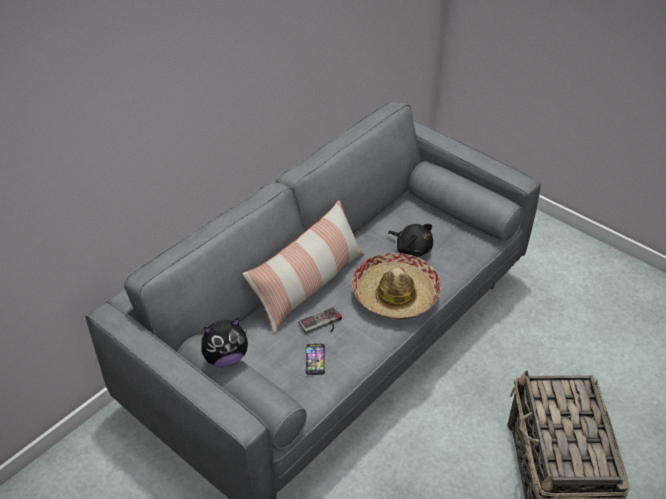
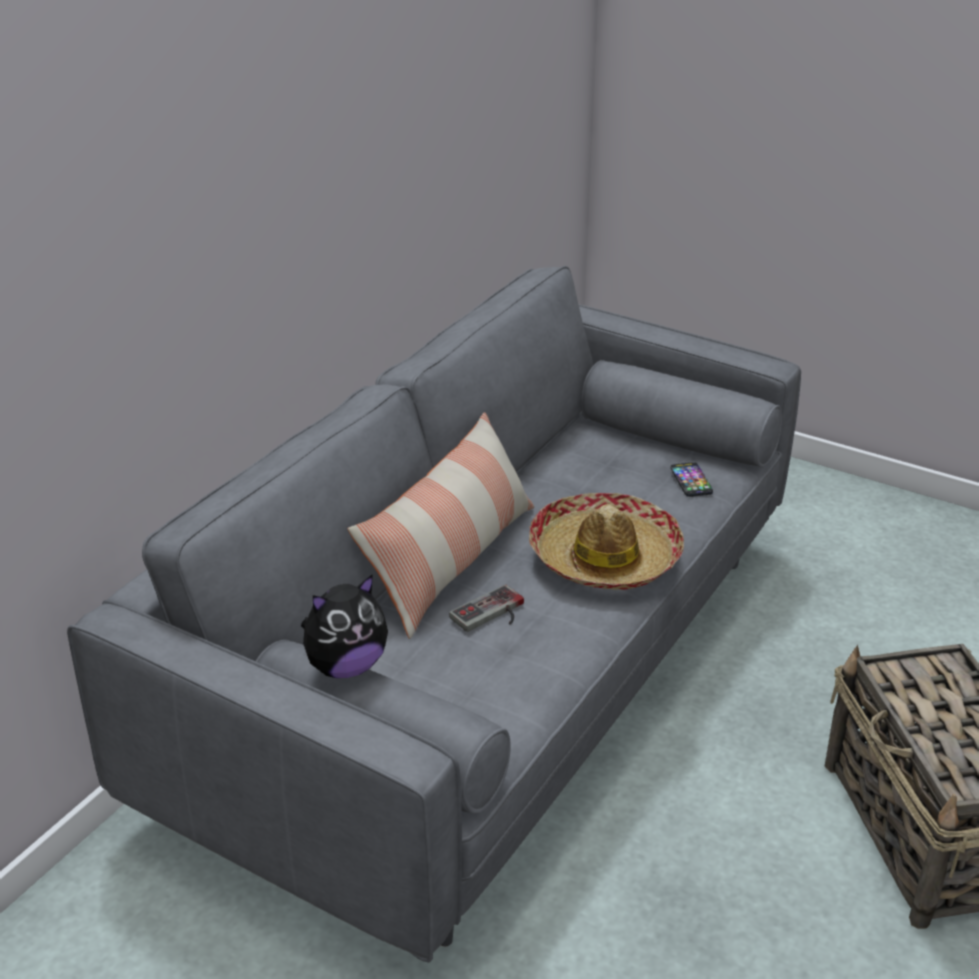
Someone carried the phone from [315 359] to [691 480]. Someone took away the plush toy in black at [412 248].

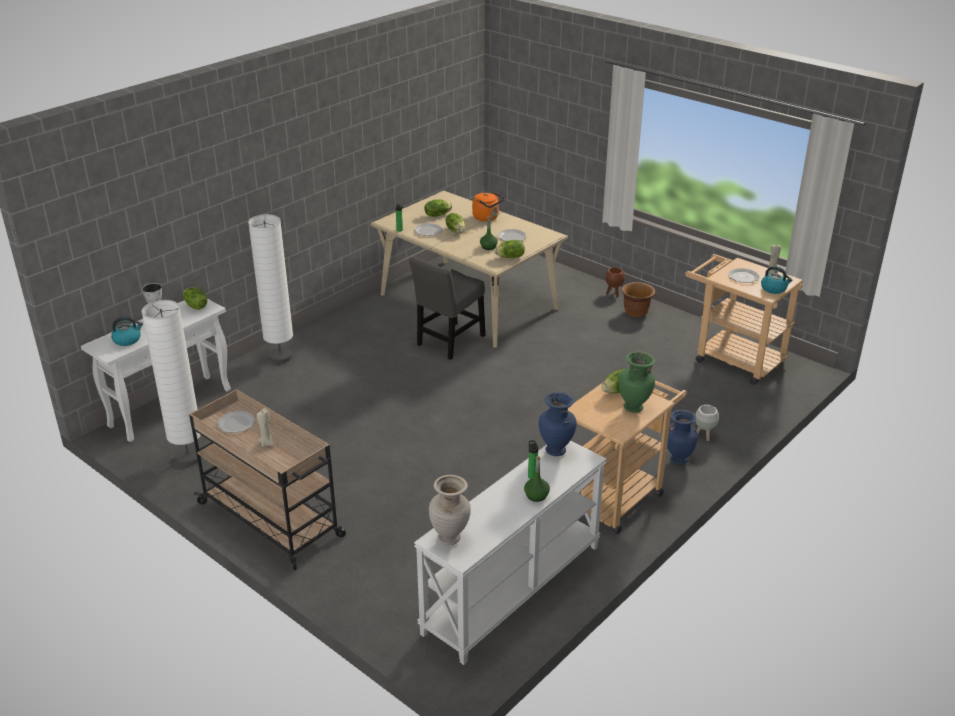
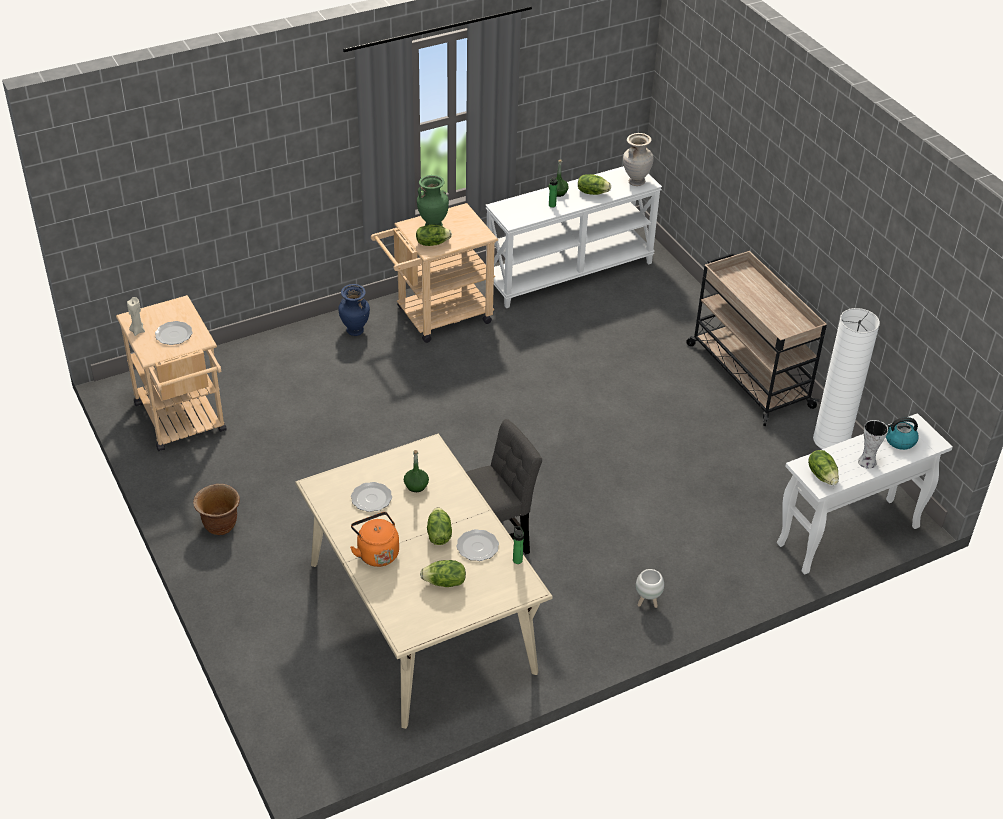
Someone took away the plate at [236 423]. Someone took away the floor lamp in white at [280 357]. Someone took away the candle in beige at [267 443]. Someone carried the lettuce from [510 257] to [592 192]. Someone took away the vase in blue at [556 450]. Someone took away the planter in brown at [613 293]. Someone carried the planter in white from [704 436] to [647 602]. Someone took away the kettle at [774 289].

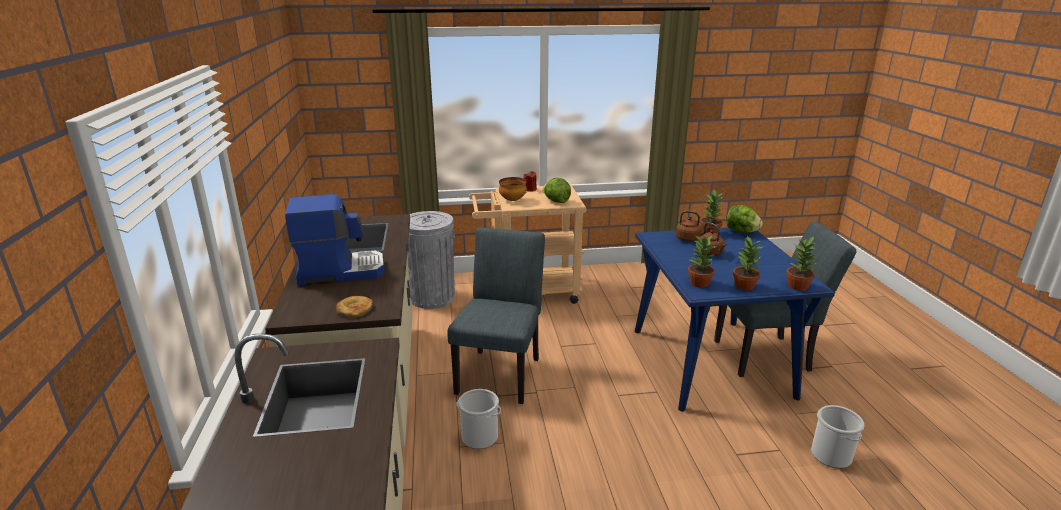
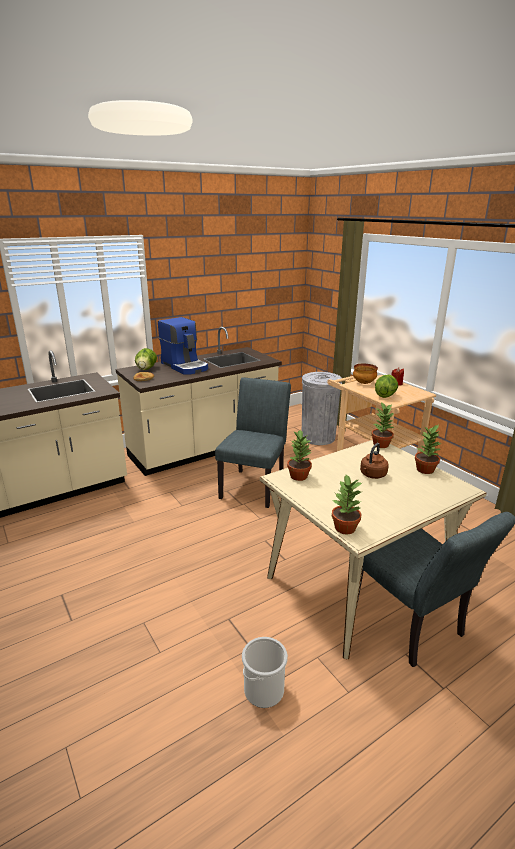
Someone rotated the chair in grey at [501 371] by 60 degrees counterclockwise. Someone took away the bucket at [480 437]. Someone repainted the dining table in blue at [709 362], which became the dining table in beige at [358 584]. Someone took away the kettle in brown at [689 239]. Someone carried the lettuce from [741 232] to [146 369]. Someone carried the potted plant from [744 286] to [381 444].

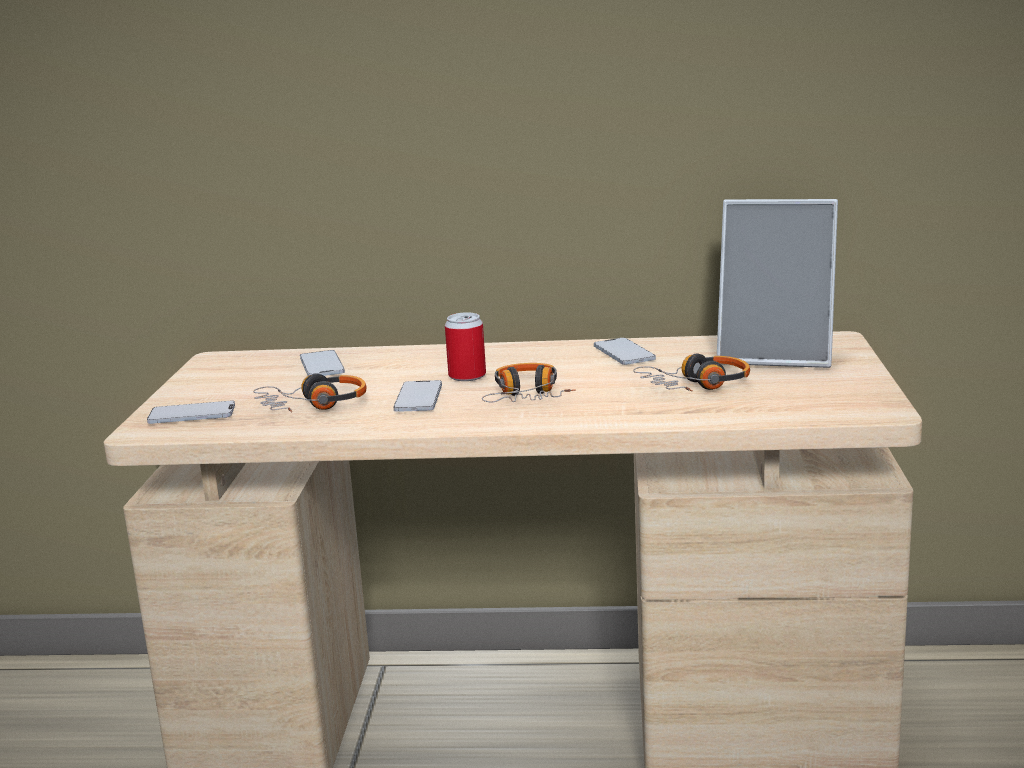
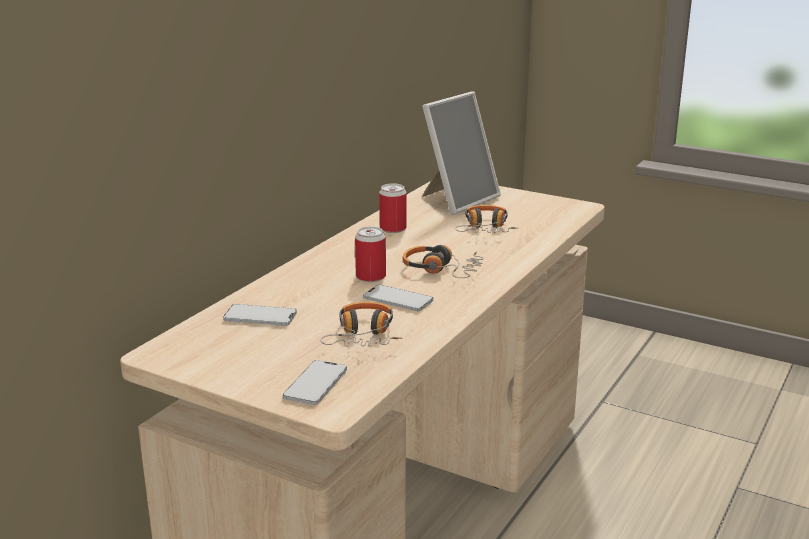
Someone swapped the phone at [624 353] for the can at [393 229].

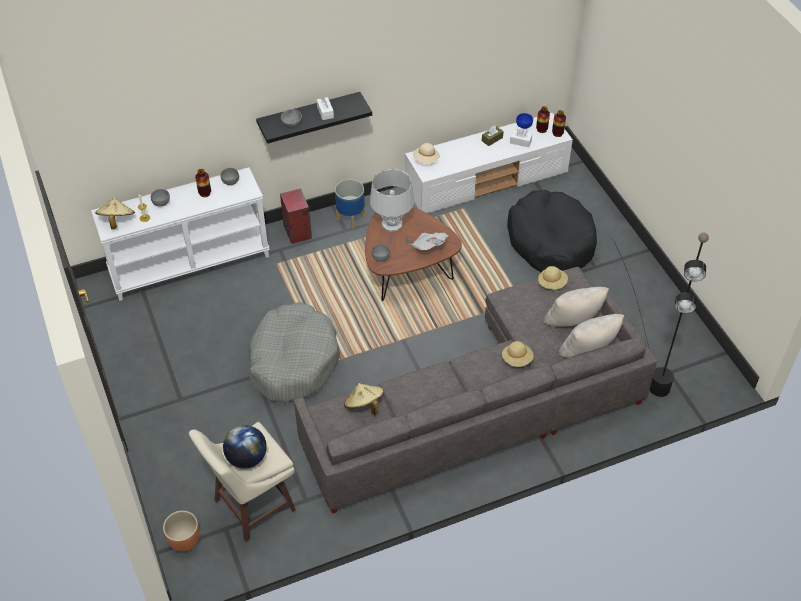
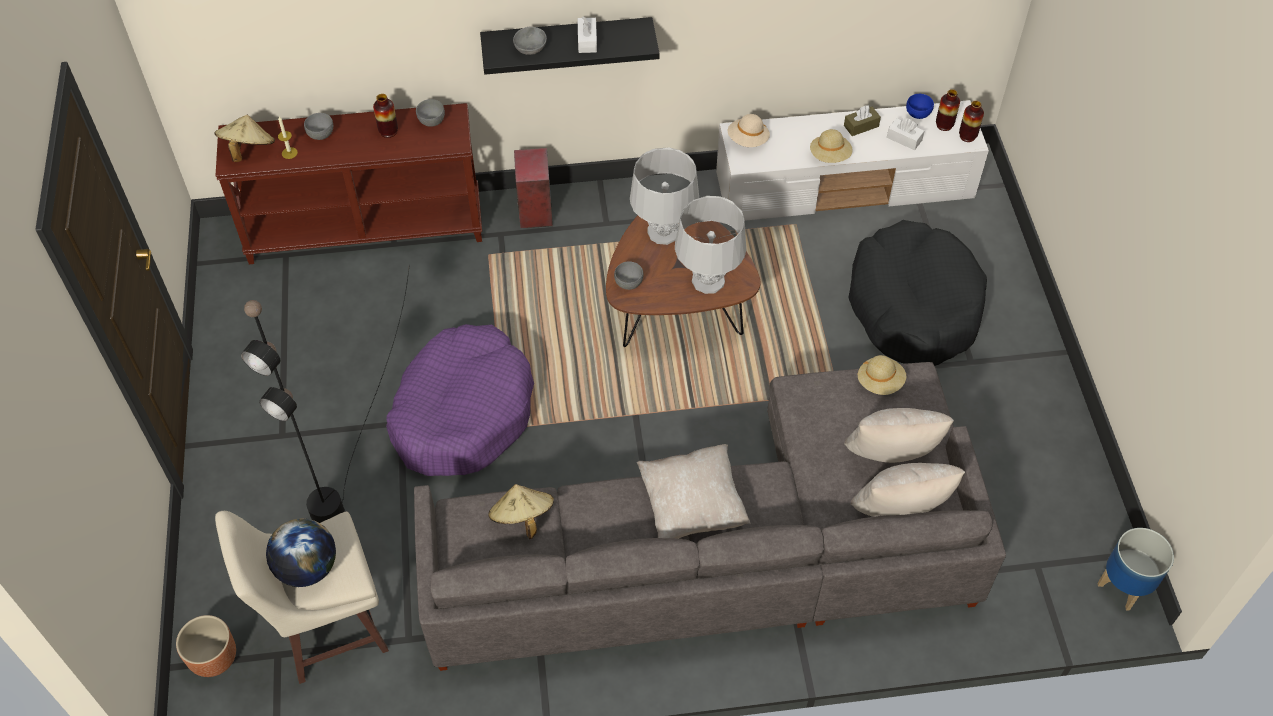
Someone repainted the console table in white at [190 263], which became the console table in brown at [366 228]. Someone repainted the dog bed in grey at [293 361], which became the dog bed in purple at [462 412]. Someone carried the planter from [351 218] to [1125 586]. Someone swapped the newspaper at [429 247] for the table lamp in grey at [708 280]. Someone carried the hat in beige from [517 359] to [830 156]. Someone carried the floor lamp in black from [646 342] to [356 441]. Someone put down the pillow in beige at [692 506].

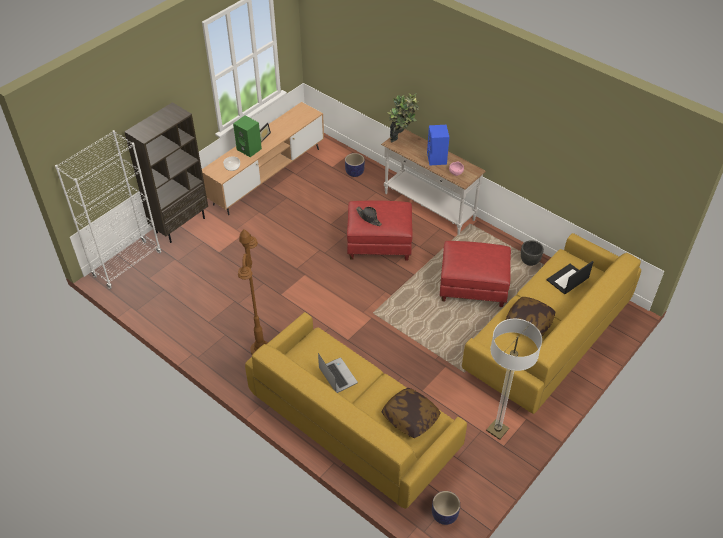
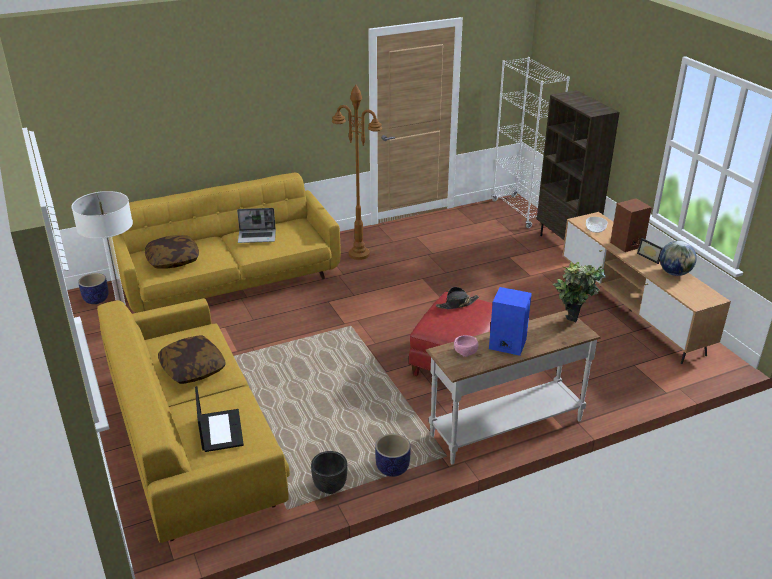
Someone repainted the speaker in green at [250 149], which became the speaker in brown at [626 245]. Someone carried the planter from [354 172] to [393 468]. Someone took away the ottoman in red at [472 287]. Someone put down the globe at [674 273].

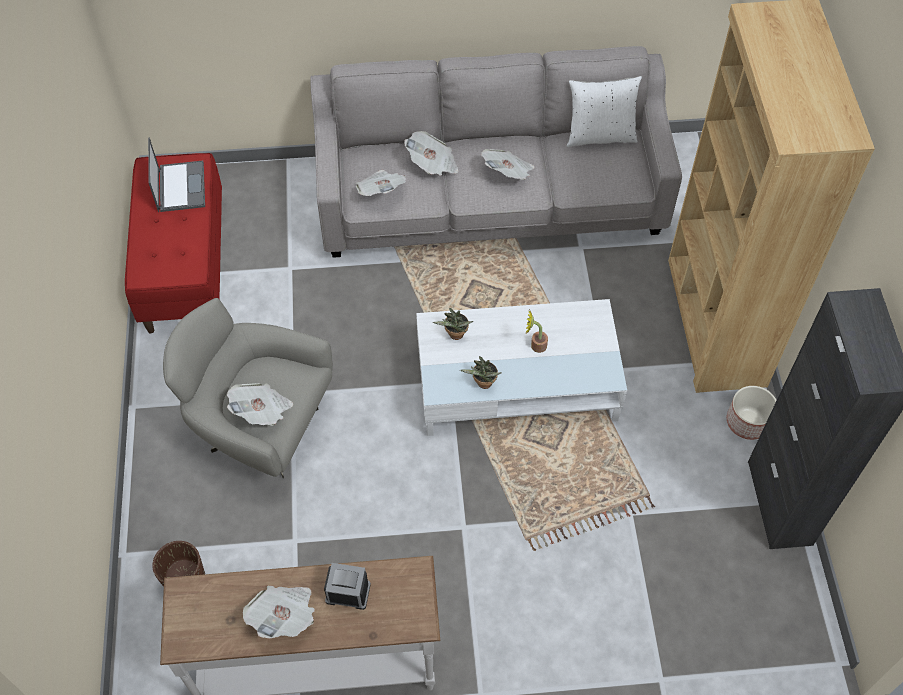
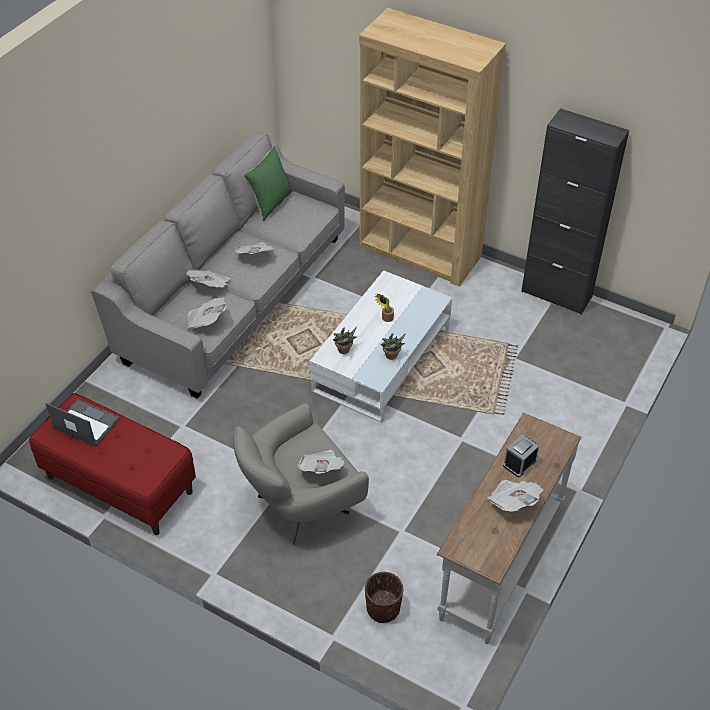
Someone repainted the pillow in white at [600 136], which became the pillow in green at [270 203]. Someone took away the planter at [748 421].

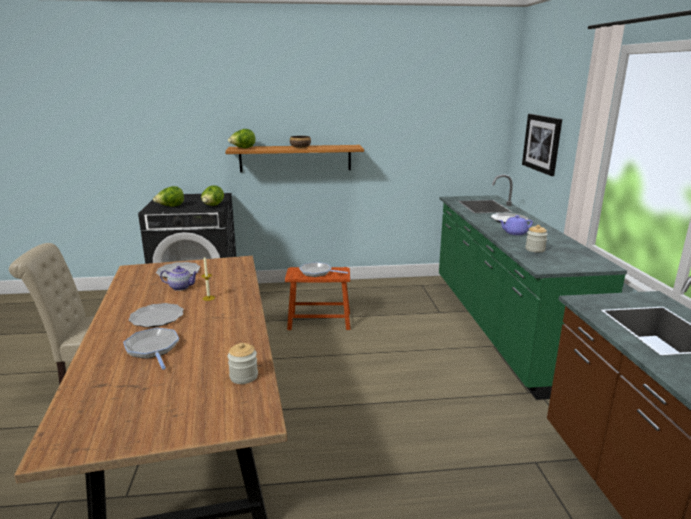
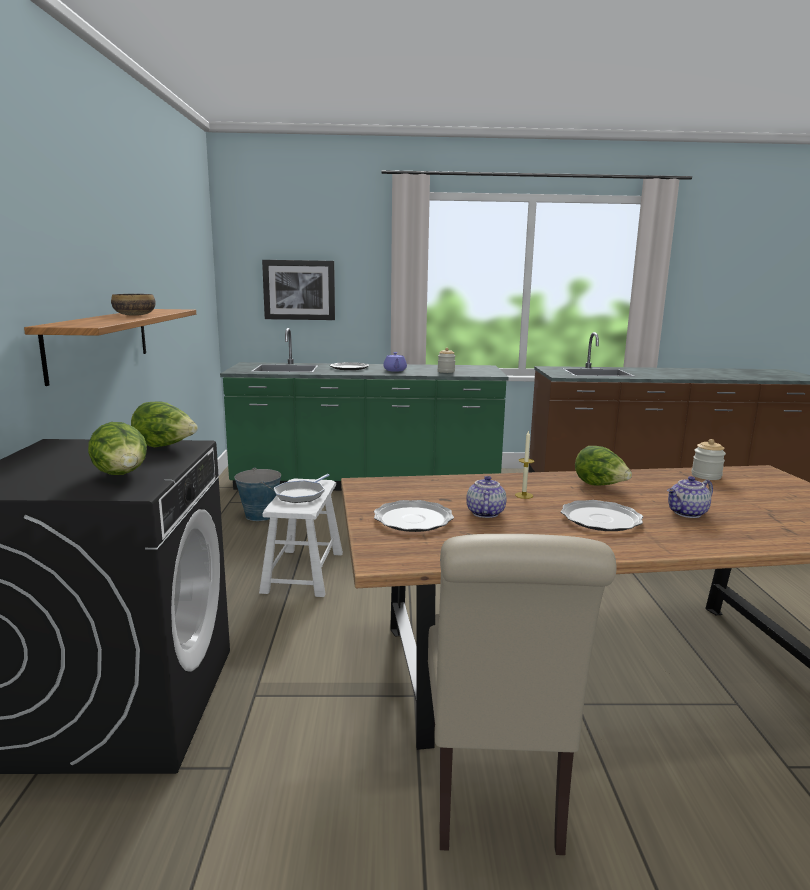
Someone swapped the frying pan at [153 349] for the teapot at [687 513]. Someone carried the lettuce from [242 148] to [600 486]. Someone repainted the stool in brown at [319 321], which became the stool in white at [303 572]. Someone put down the bucket at [260 515].

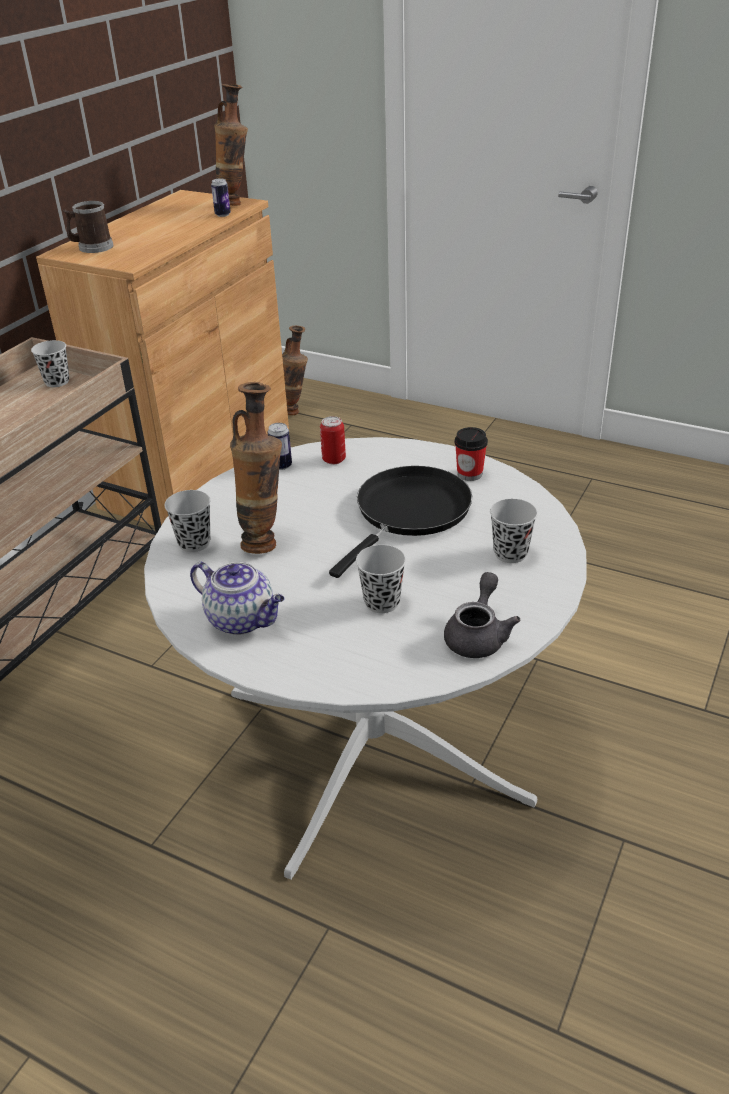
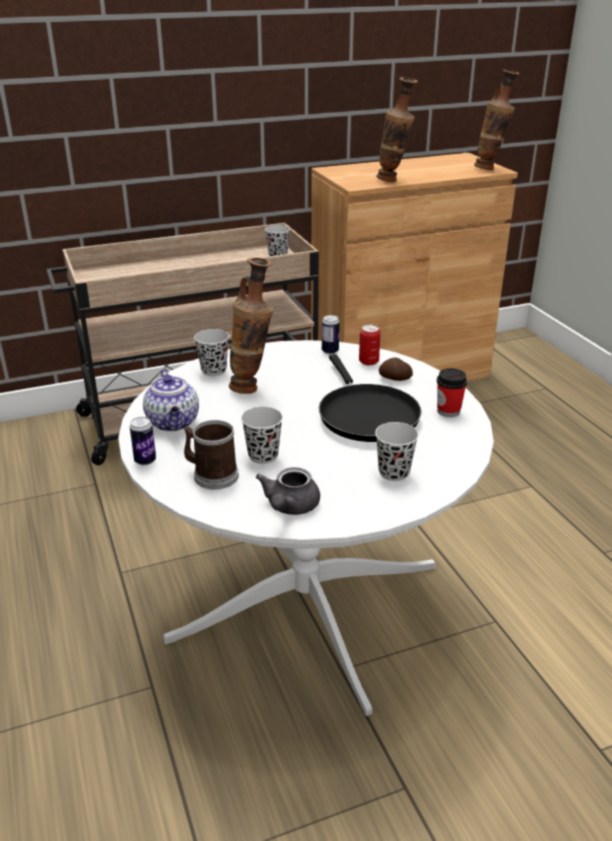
Someone carried the mug from [92 247] to [211 475]. Someone carried the can from [222 215] to [145 460]. Someone carried the vase from [296 411] to [393 181]. Someone rotated the frying pan in black at [409 513] by 90 degrees clockwise. Someone rotated the teapot in grey at [478 635] by 135 degrees clockwise. Someone put down the potato at [395 379].

